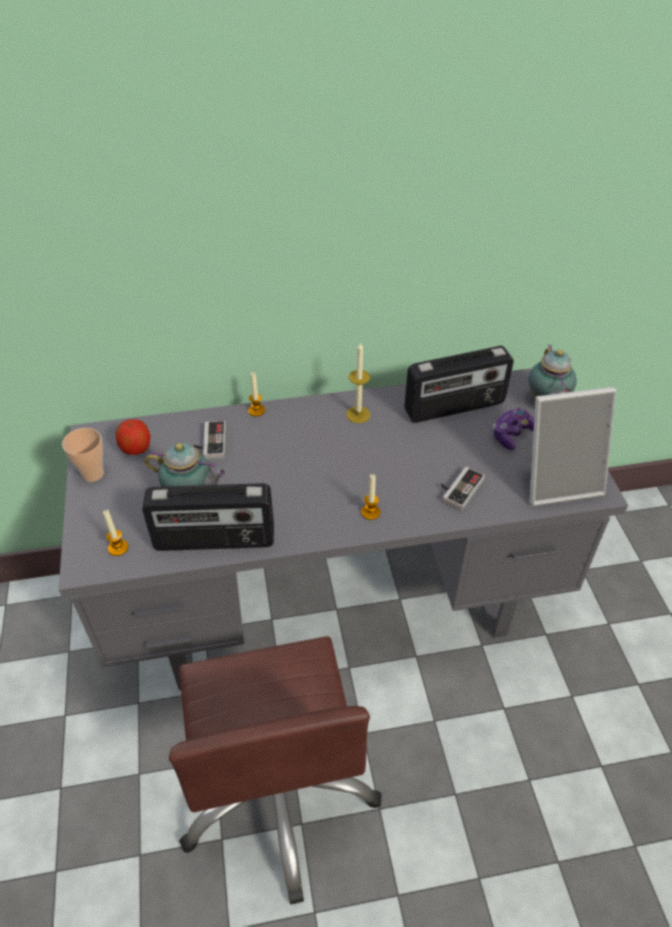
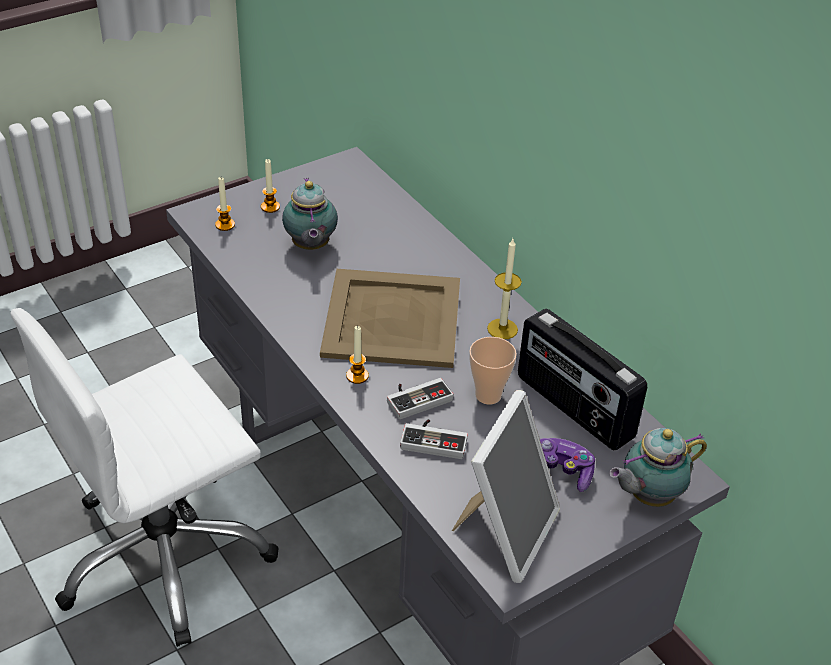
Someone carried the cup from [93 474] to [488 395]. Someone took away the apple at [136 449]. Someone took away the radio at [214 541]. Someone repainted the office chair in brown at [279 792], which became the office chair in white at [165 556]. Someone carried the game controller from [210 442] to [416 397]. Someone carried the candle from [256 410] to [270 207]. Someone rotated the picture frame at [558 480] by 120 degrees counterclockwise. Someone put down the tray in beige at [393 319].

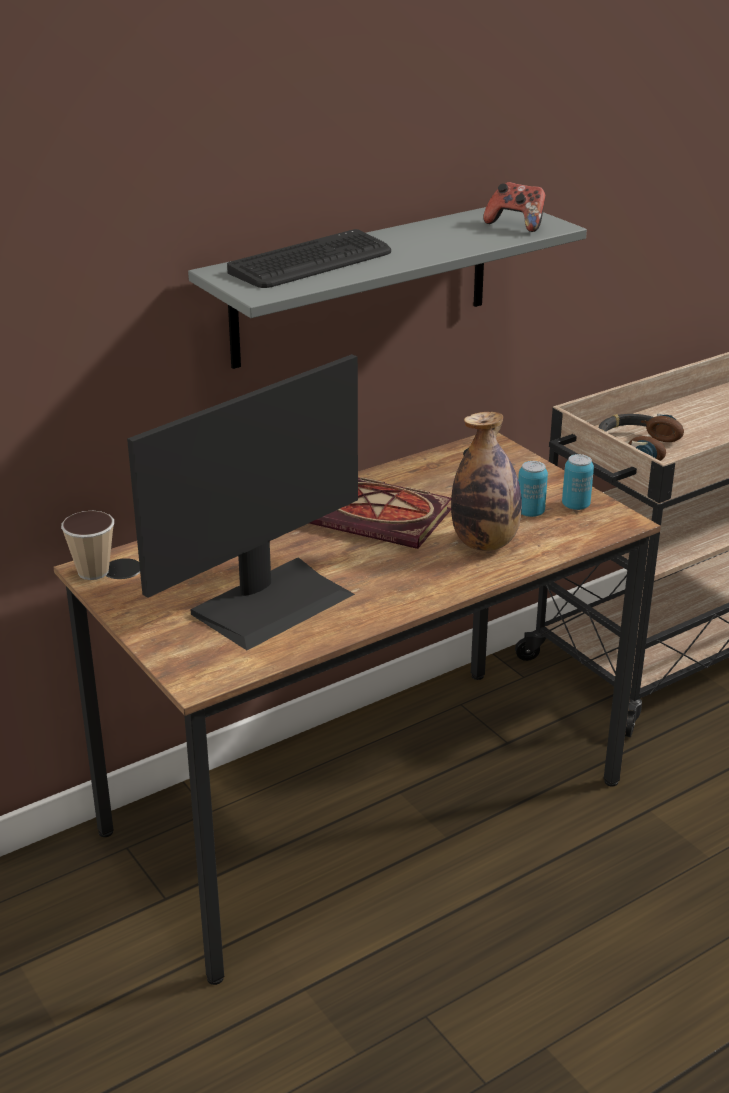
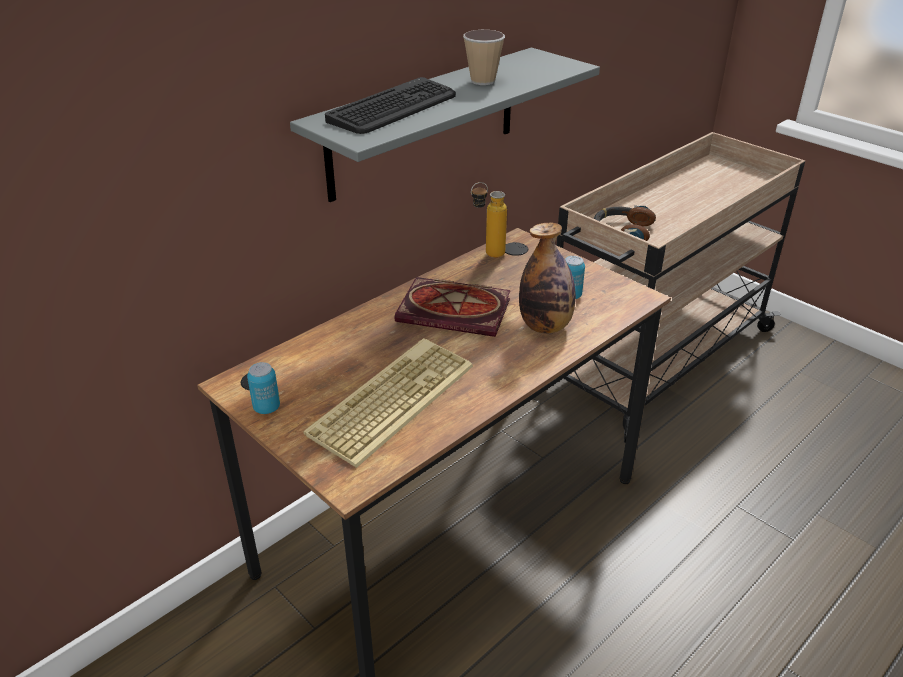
Someone carried the cup from [93 572] to [483 81]. Someone swapped the monitor at [271 602] for the keyboard at [391 398]. Someone took away the game controller at [516 225]. Someone carried the can from [575 505] to [267 408]. Someone put down the bottle at [487 254].

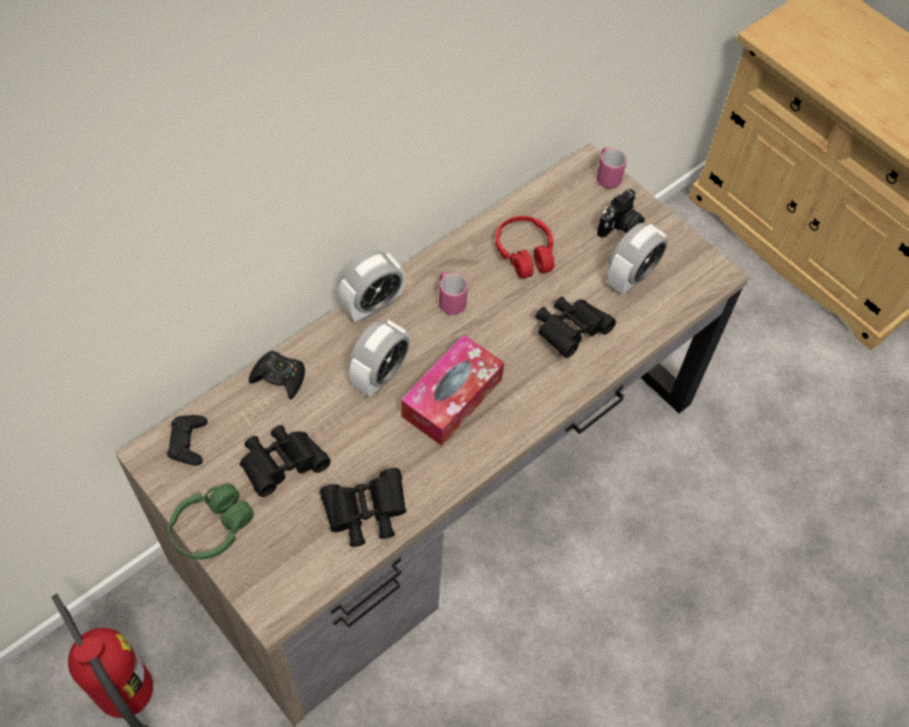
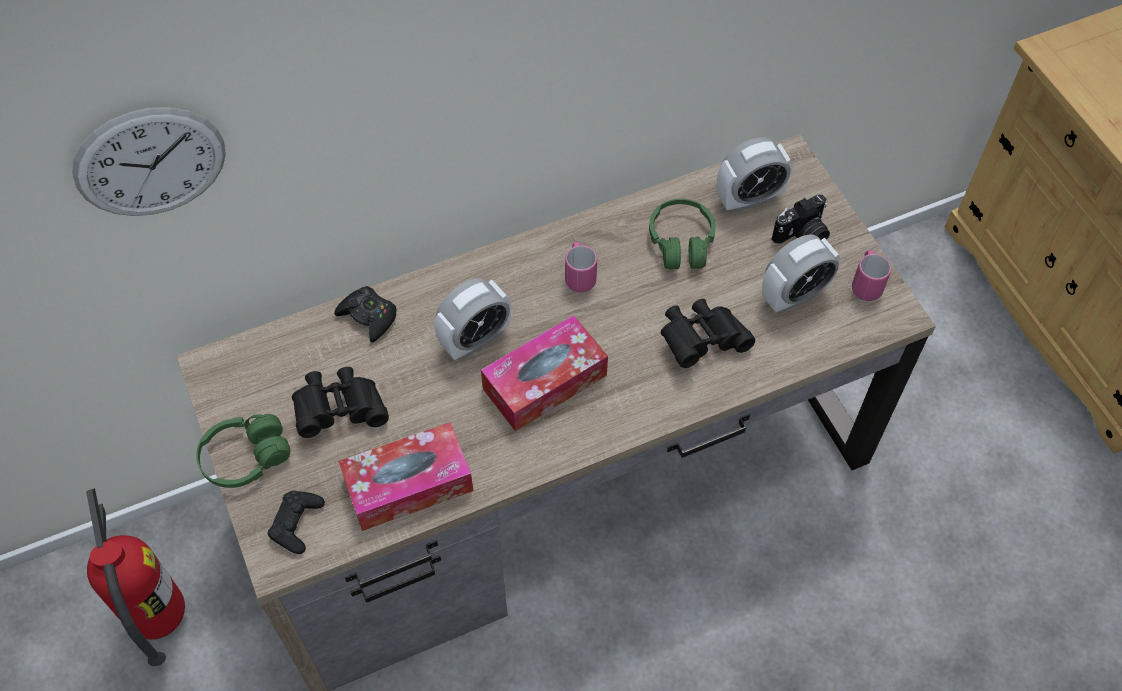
Someone carried the game controller in black from [188 443] to [297 524]. Someone swapped the binoculars in black at [365 514] for the tissue box at [408 484]. Someone carried the alarm clock from [372 305] to [749 198]. Someone repainted the headphones in red at [525 253], which became the headphones in green at [681 242]. Someone carried the mug in pink from [606 176] to [865 284]. Someone put up the wall clock at [150 162].

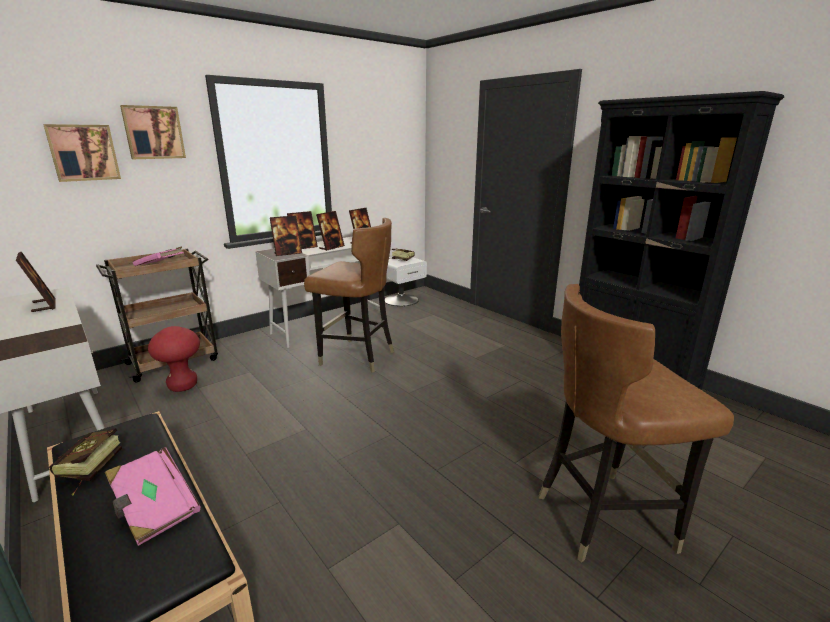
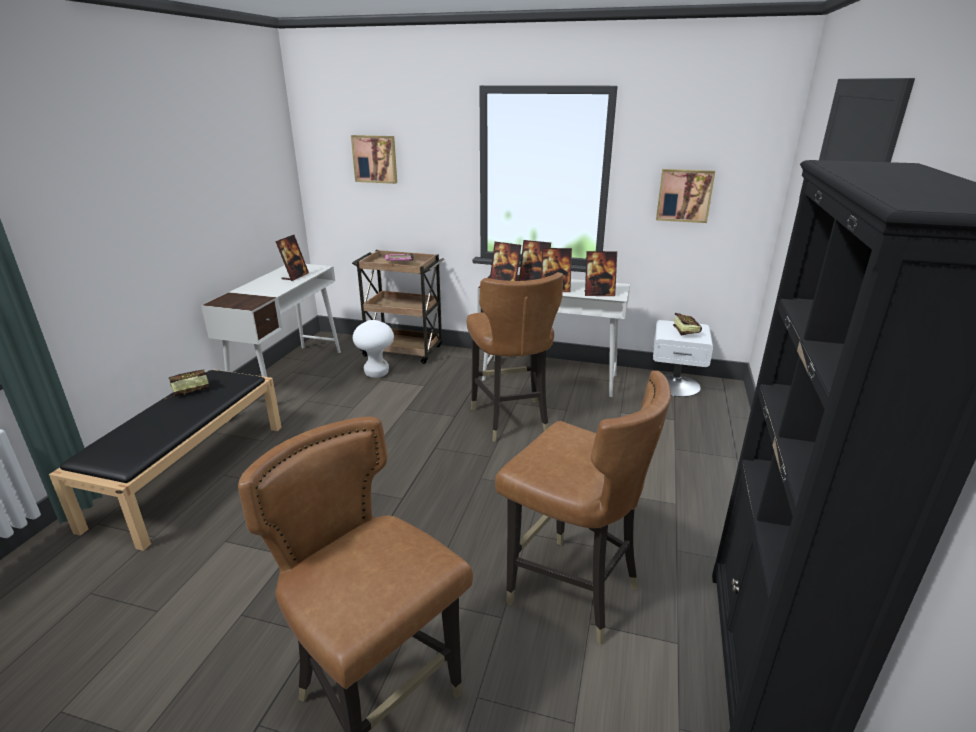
Someone took away the book in pink at [154 508]. Someone carried the picture from [153 132] to [684 195]. Someone repainted the stool in red at [183 386], which became the stool in white at [376 373]. Someone put down the chair in brown at [571 590].

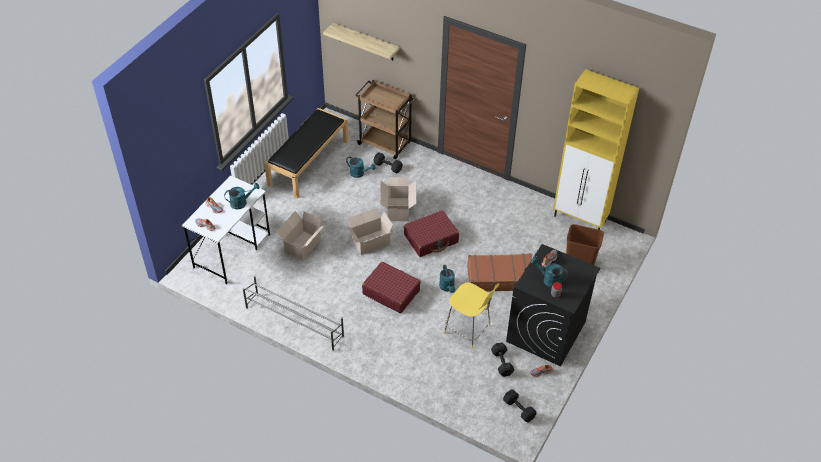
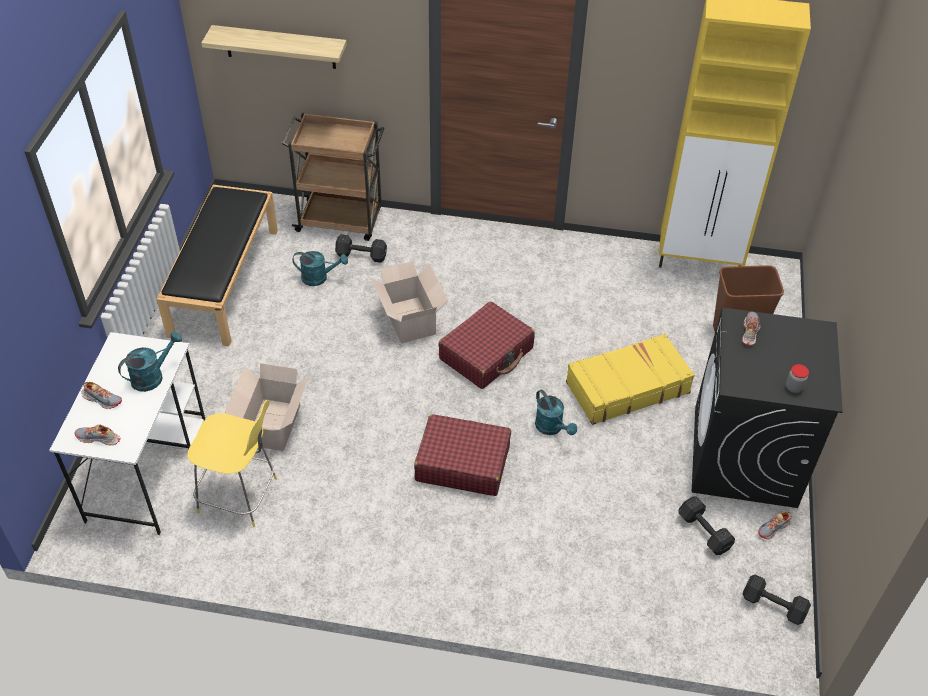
Someone took away the shoe rack in grey at [294 321]. Someone took away the cardboard box at [369 242]. Someone carried the stool in yellow from [468 330] to [240 496]. Someone repainted the suitcase in brown at [499 277], which became the suitcase in yellow at [626 387]. Someone took away the watering can in turquoise at [548 280].

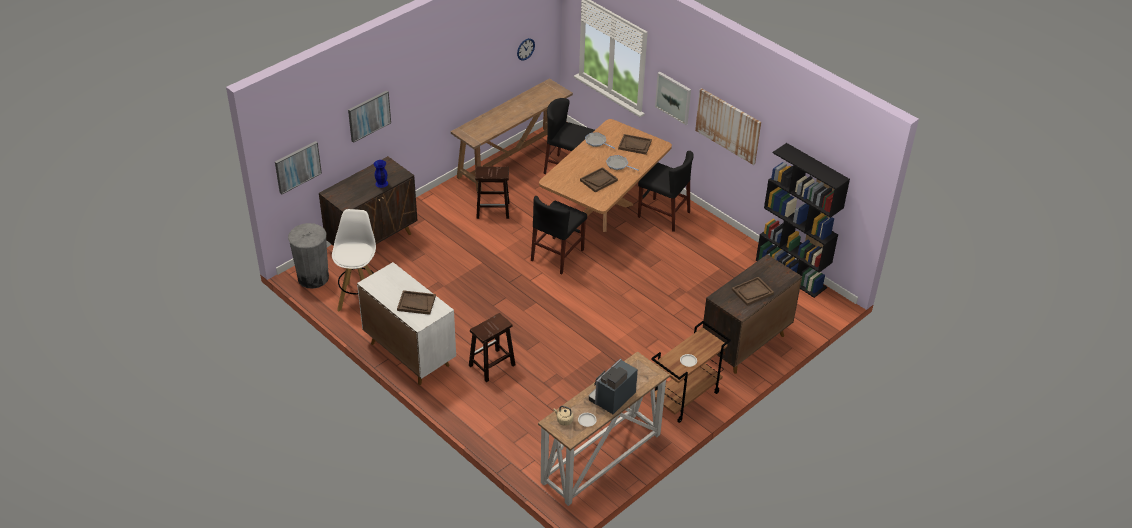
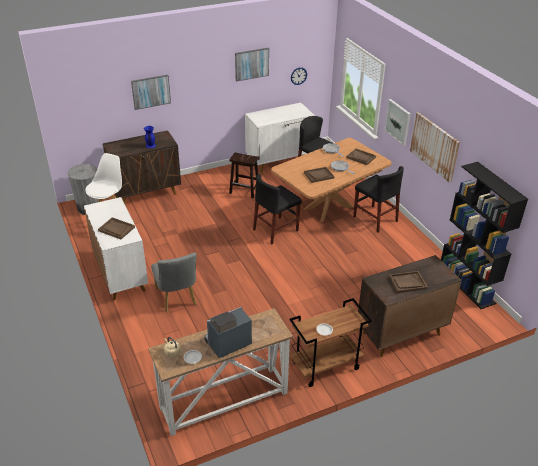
Someone carried the picture from [297 167] to [251 64]. Someone swapped the console table in brown at [513 158] for the cabinet in white at [279 161]. Someone swapped the stool in brown at [491 366] for the chair in grey at [177 299].

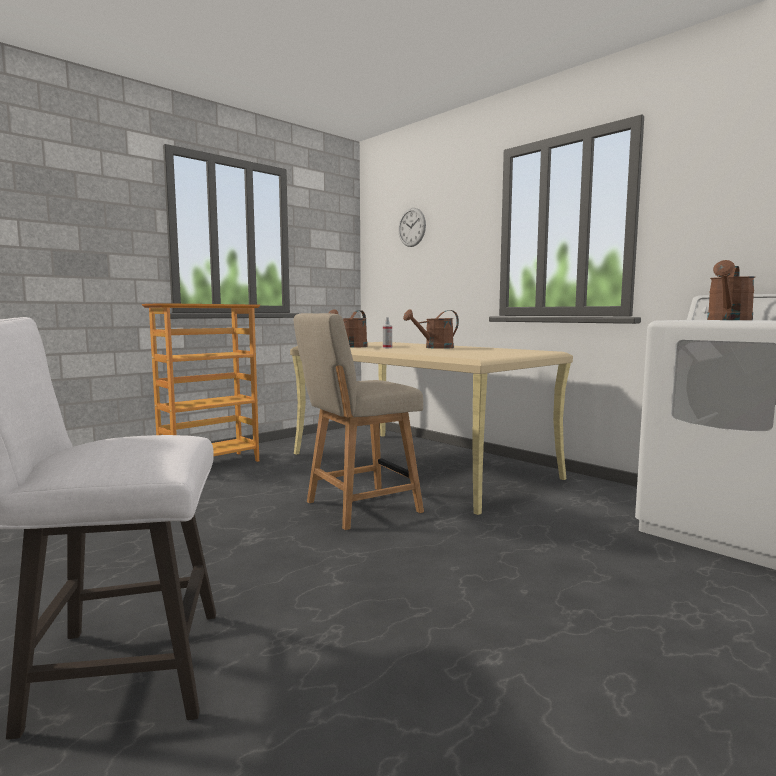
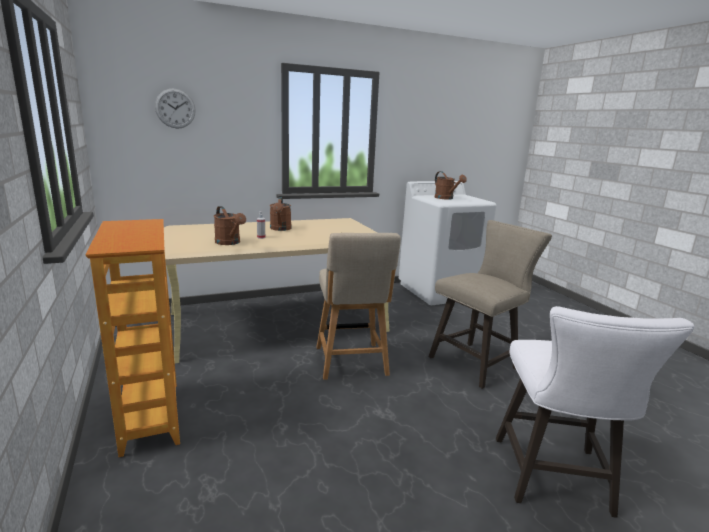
Someone put down the stool in beige at [478 362].

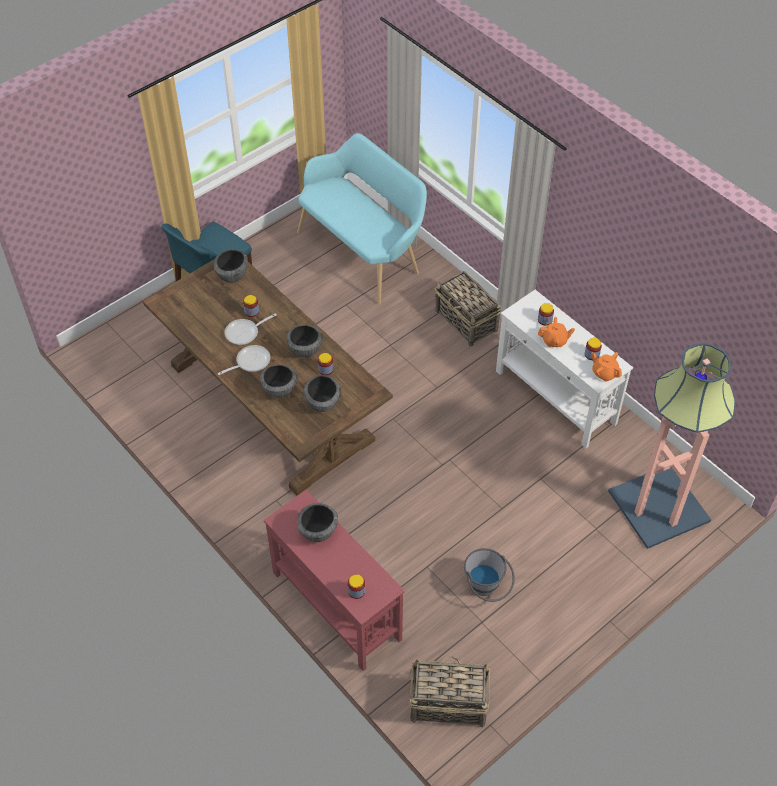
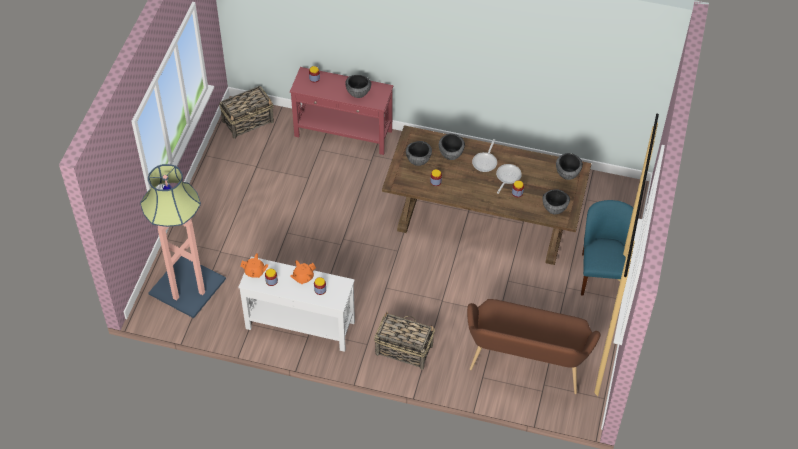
Someone carried the bowl from [305 351] to [567 174]. Someone repainted the bench in turquoise at [363 251], which became the bench in brown at [526 365]. Someone took away the bucket in grey at [486 588].

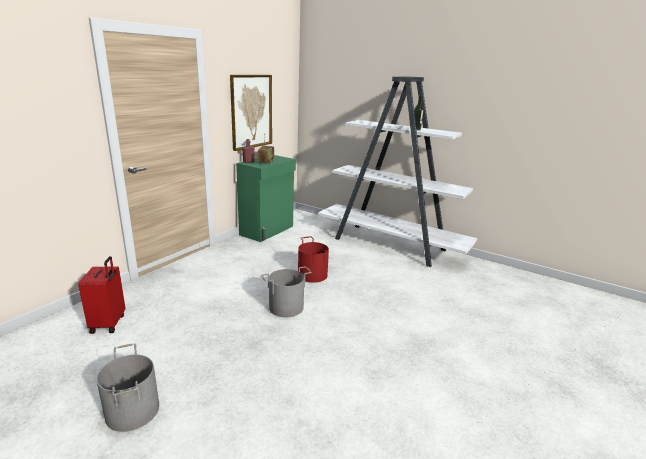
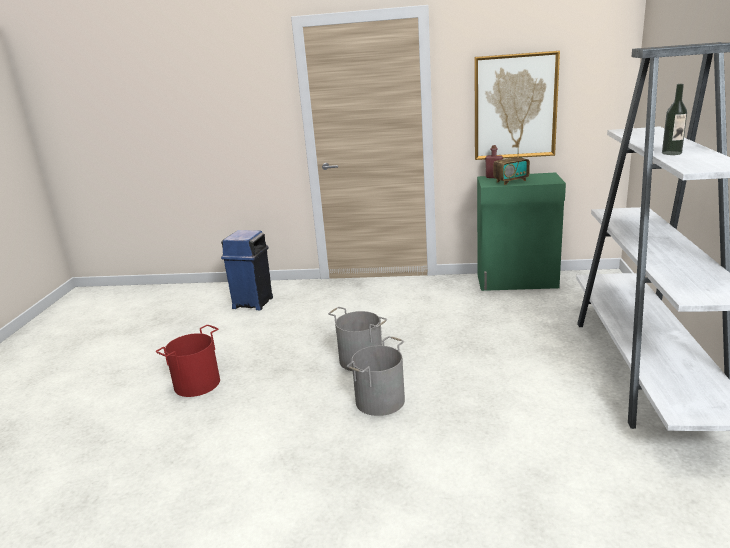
Someone swapped the suitcase in red at [109 324] for the trash can in blue at [253 302]. Someone carried the bucket in grey from [131 411] to [379 400]. Someone carried the bucket in red from [313 275] to [197 384].

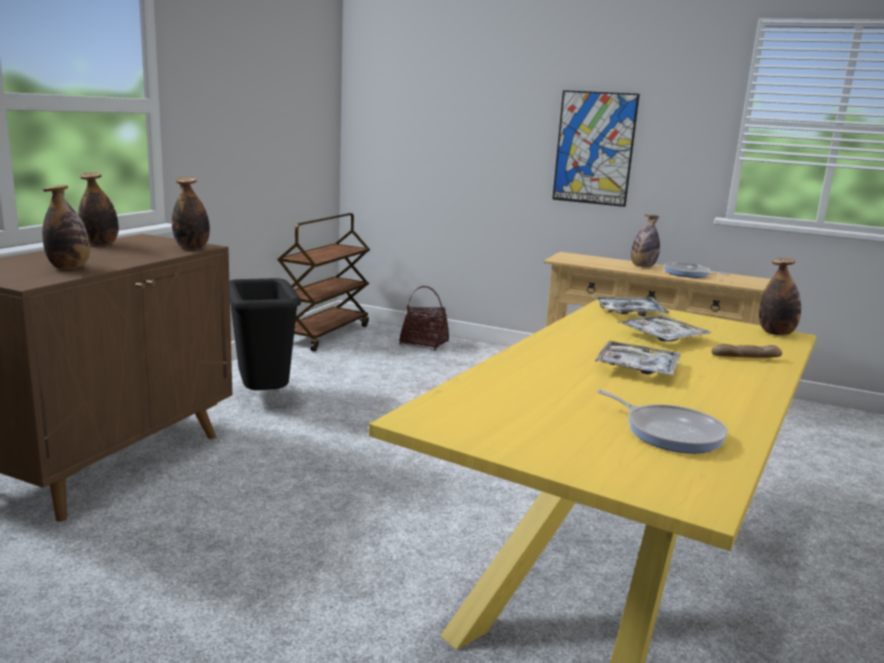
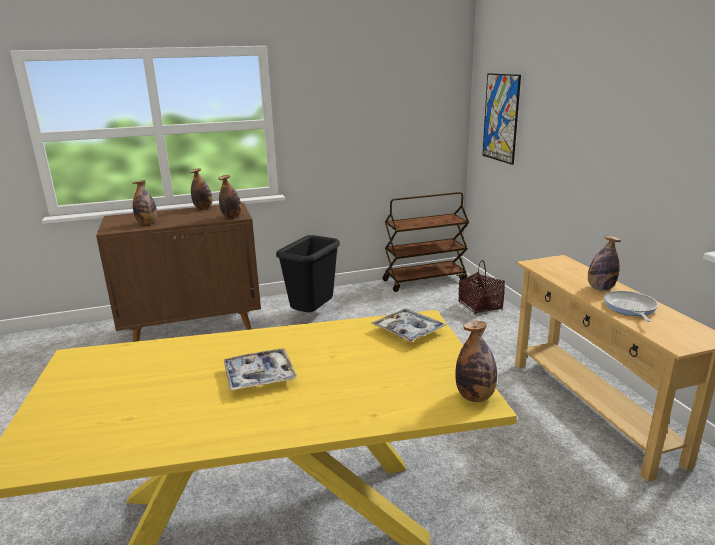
Someone carried the picture from [594 148] to [501 118]. Someone took away the frying pan at [669 432]. Someone took away the tray at [662 336]. Someone took away the bread at [745 357].

